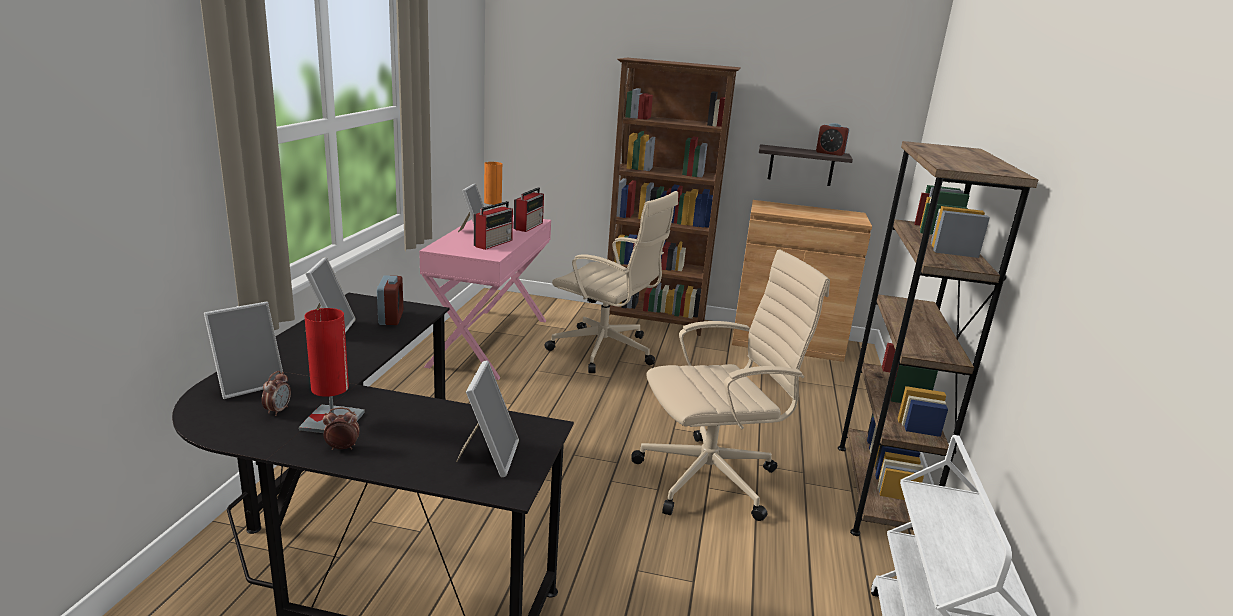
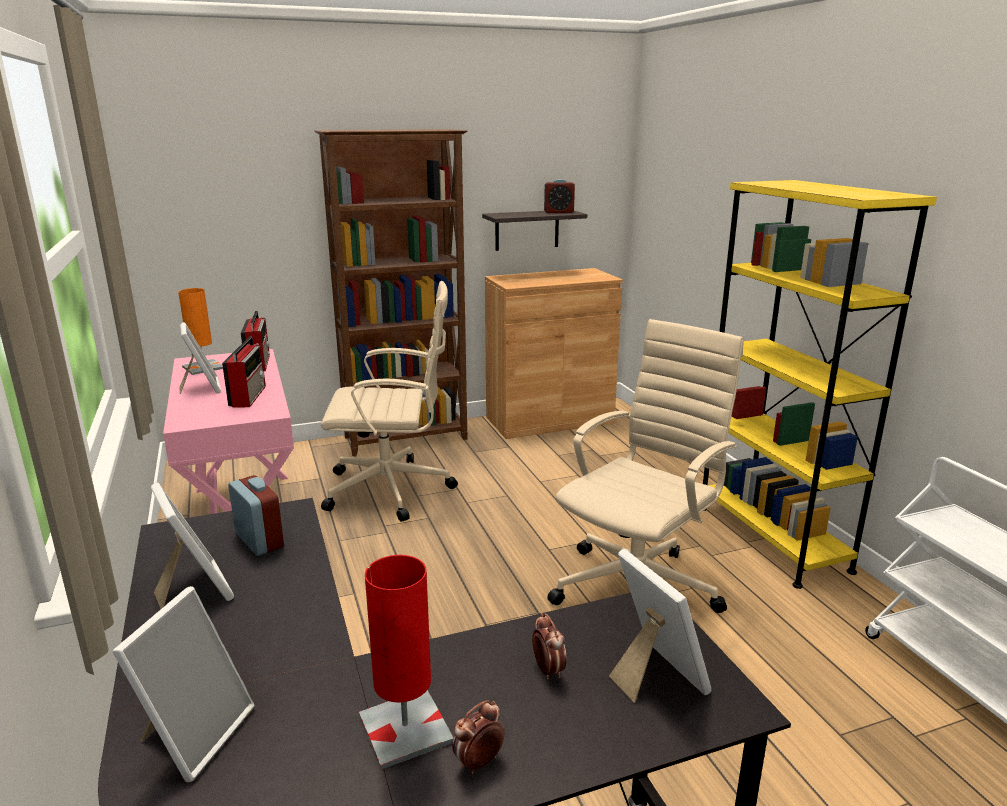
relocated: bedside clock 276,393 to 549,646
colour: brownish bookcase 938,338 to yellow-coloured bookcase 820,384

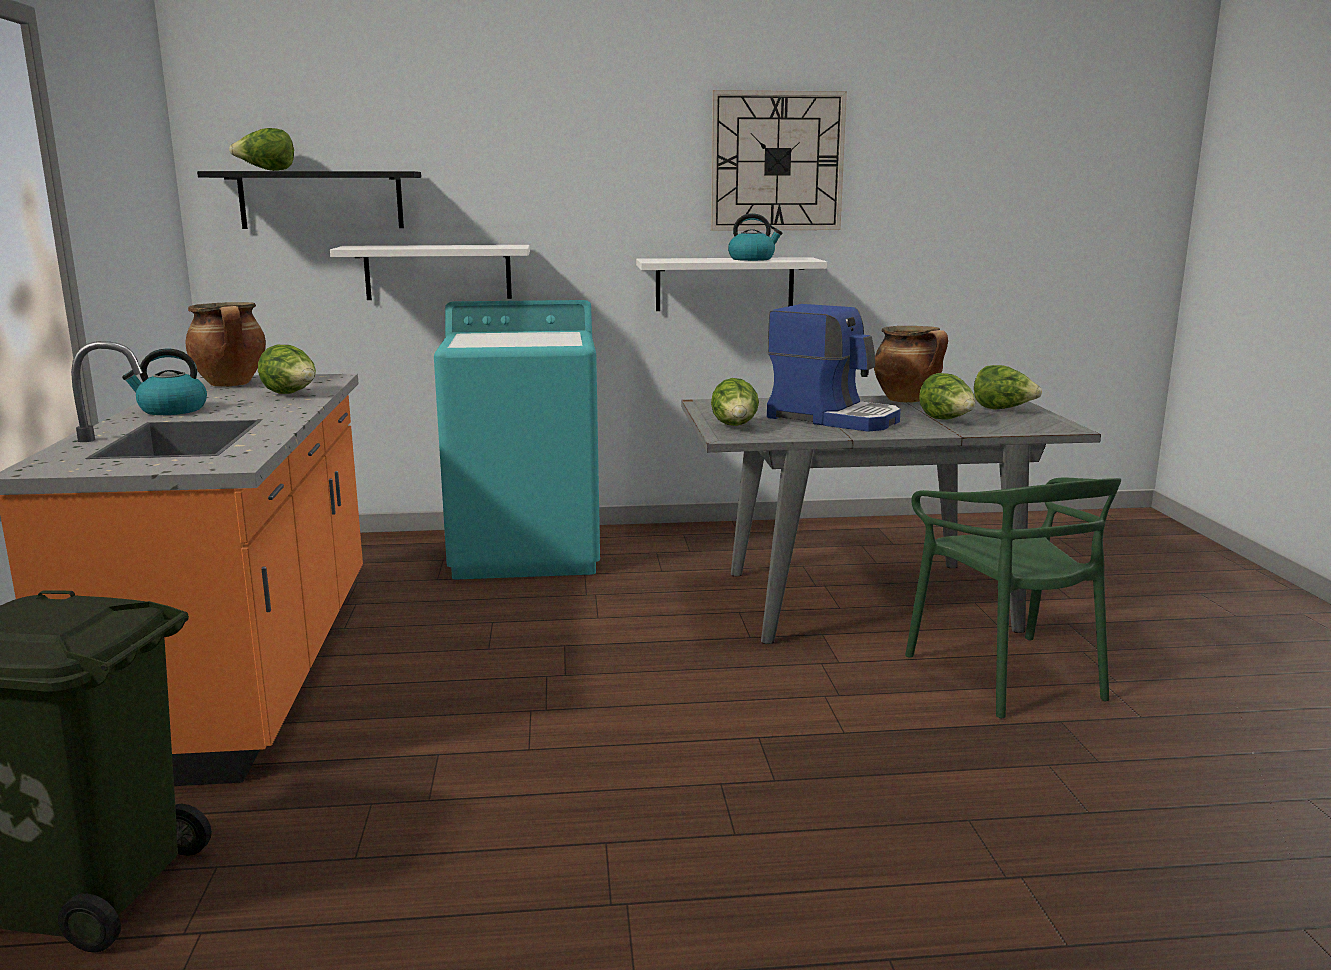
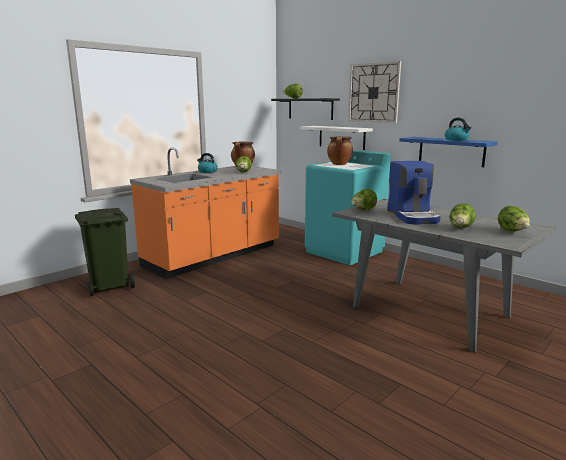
missing: green-coloured plain chair 1013,598
relocated: stockpot 911,364 to 340,150; hanging clock 779,160 to 374,92
colour: white shelf 732,284 to blue-coloured shelf 448,152

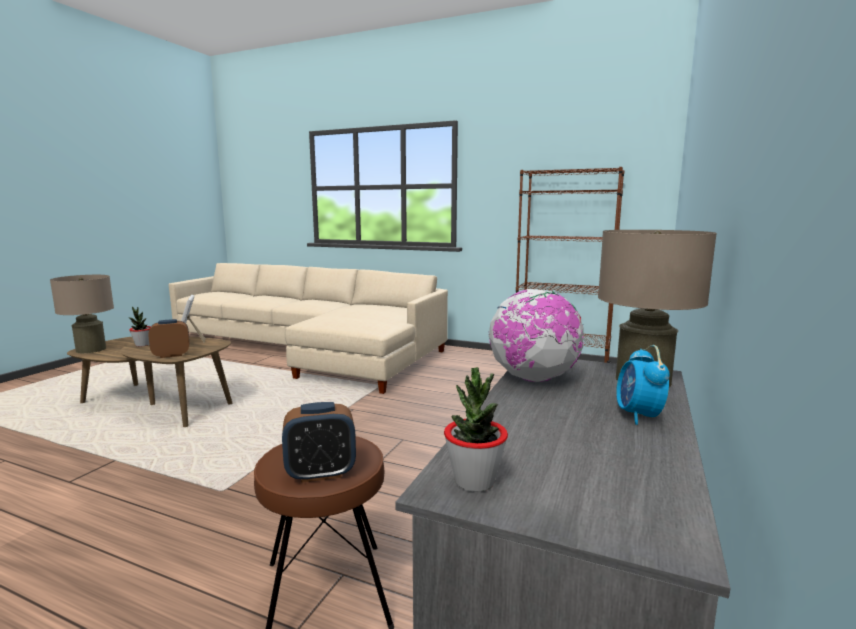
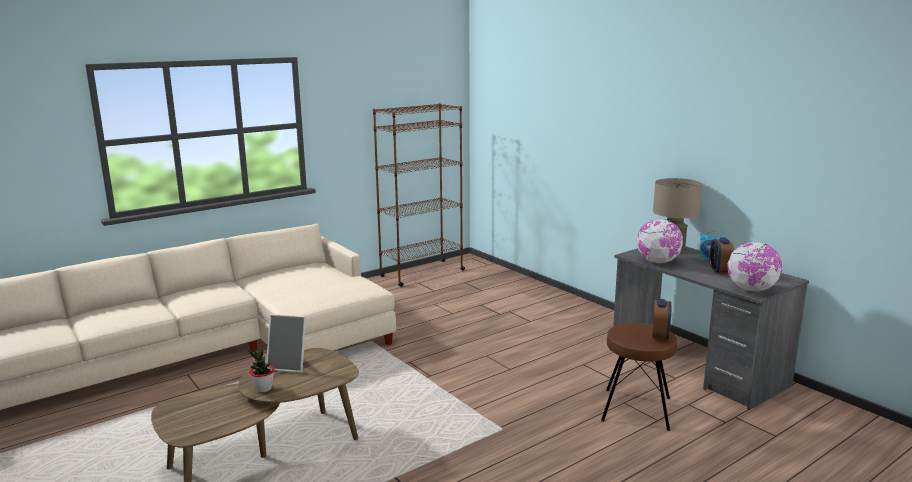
missing: sand-coloured lamp for a table 82,314
relocated: bedside clock 169,338 to 722,255
exchanged: houseplant 476,429 to globe 754,267

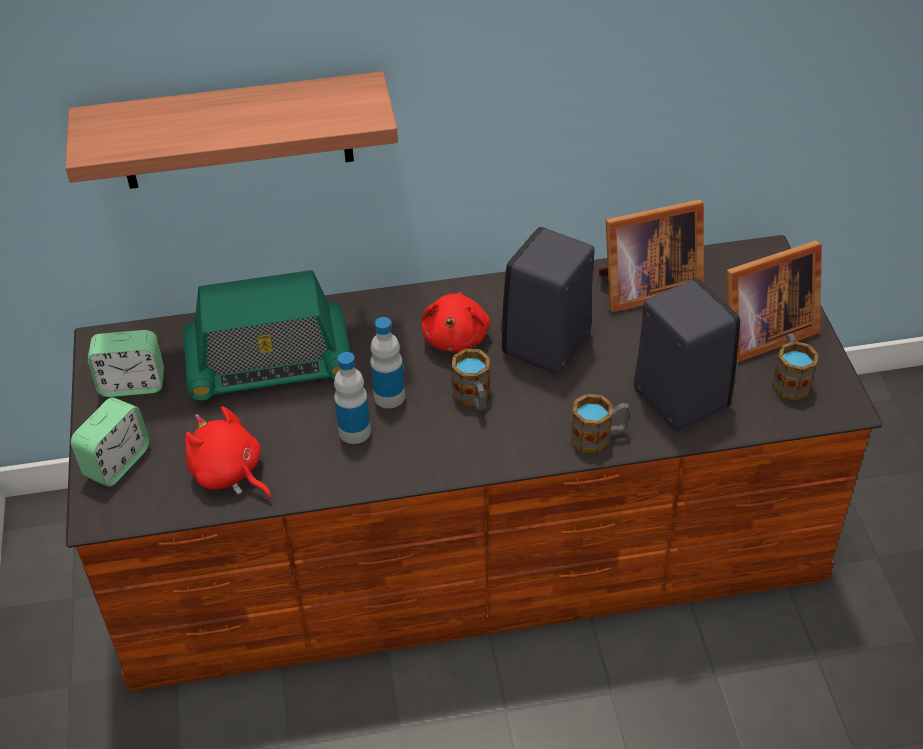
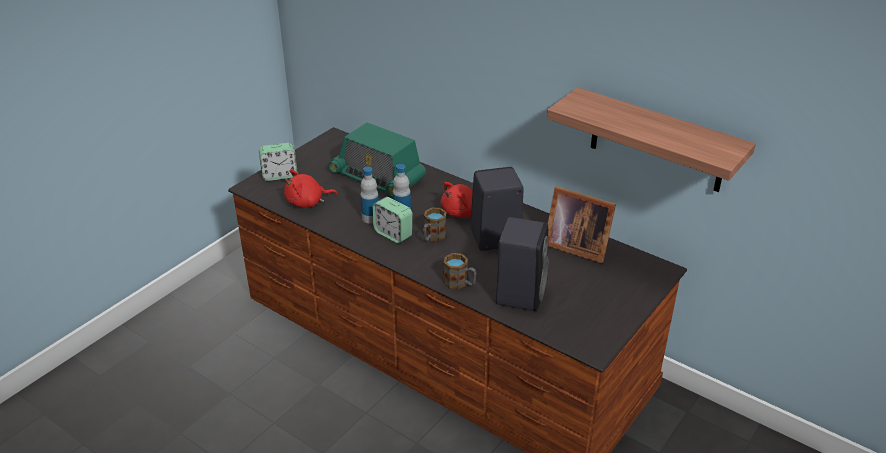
missing: picture frame 774,301; tea mug 795,367
relocated: bedside clock 126,363 to 392,220; shelf 231,130 to 651,139
spun: reddish soft toy 228,452 = 311,188 105 degrees counterclockwise

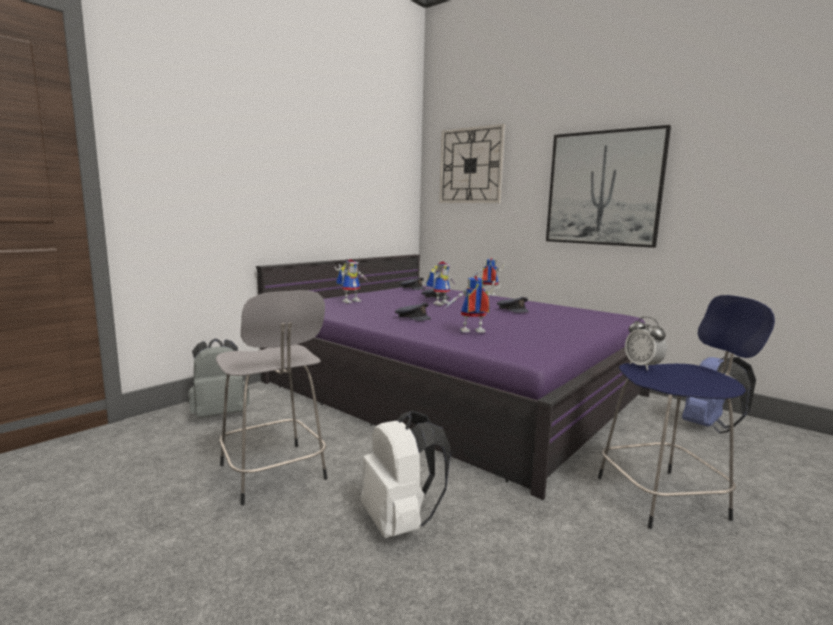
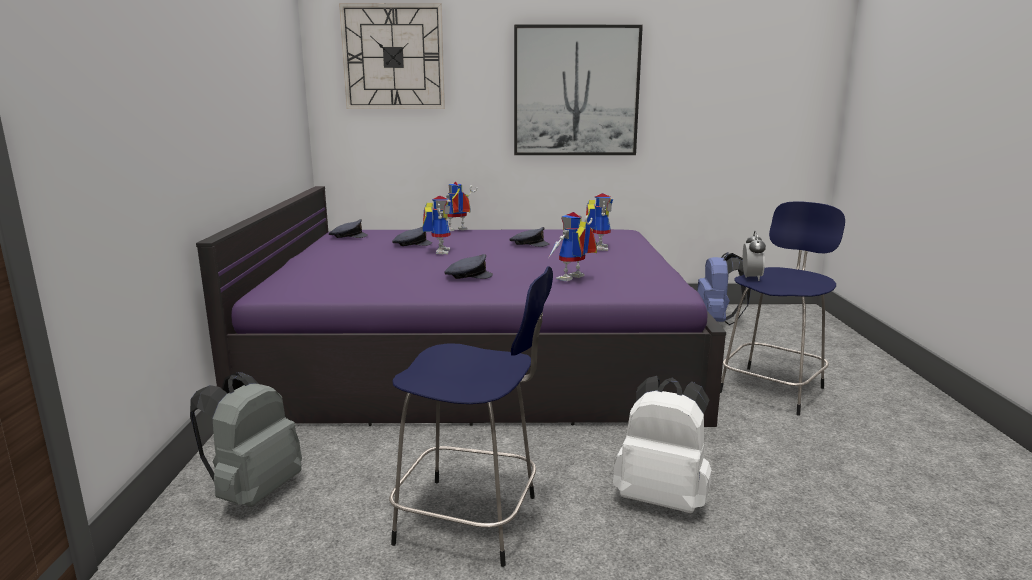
relocated: toy robot 351,281 to 599,222
colour: gray sitting stool 271,397 to blue-coloured sitting stool 471,416
spun: bedside clock 646,343 = 754,256 105 degrees counterclockwise

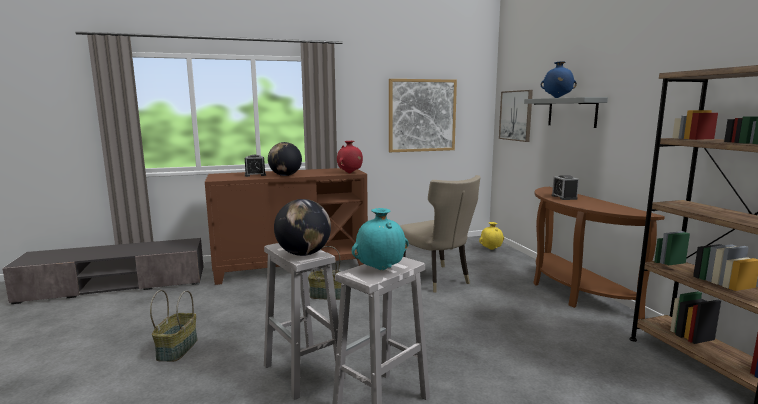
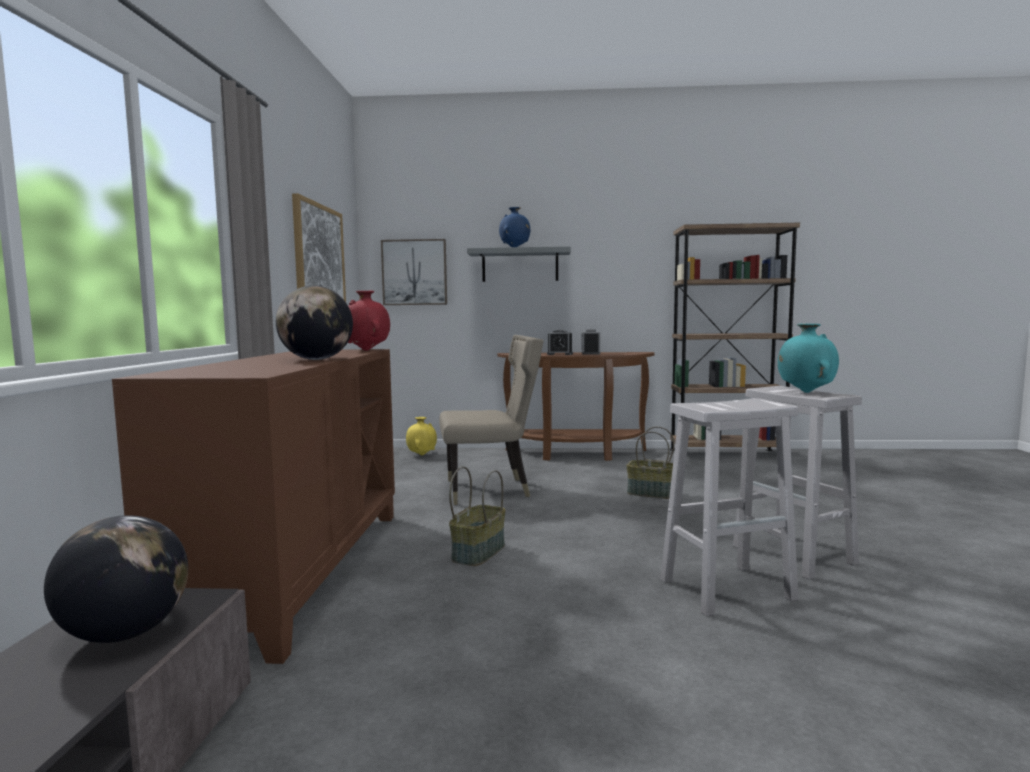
relocated: globe 302,227 to 116,579; bedside clock 255,166 to 591,342; basket 174,326 to 650,462

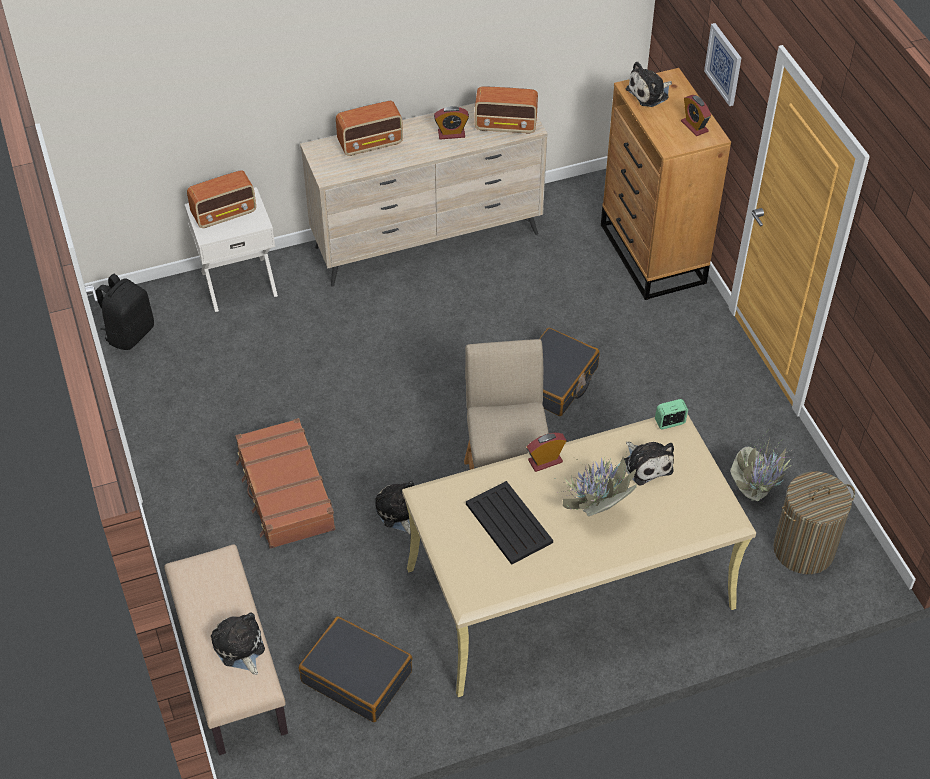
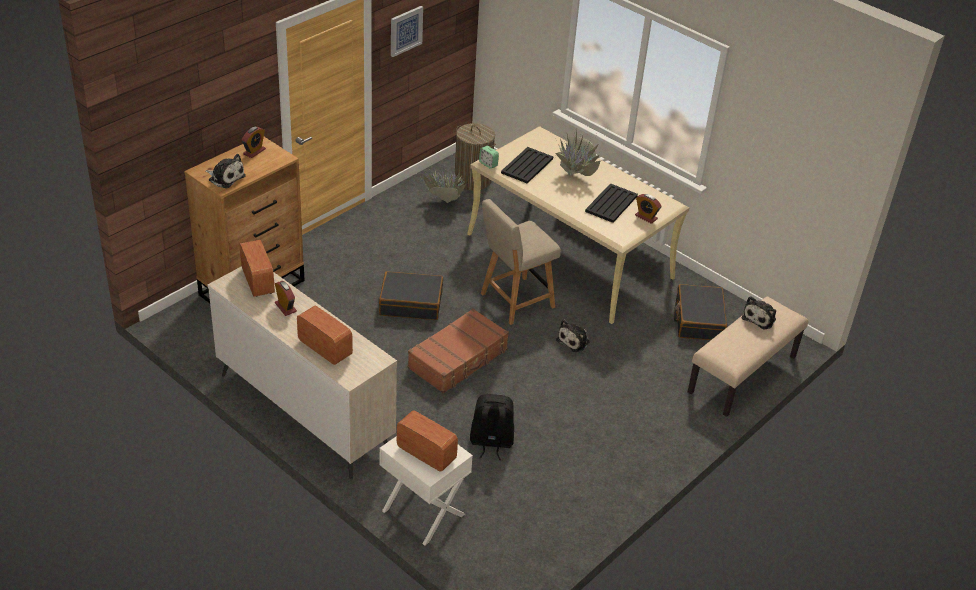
relocated: wall art 722,64 to 407,31; brownish suitcase 285,483 to 458,350; black-coloured backpack 124,312 to 492,427; bedside clock 547,452 to 648,209
exchanged: soft toy 649,464 to black-coloured tray 527,165

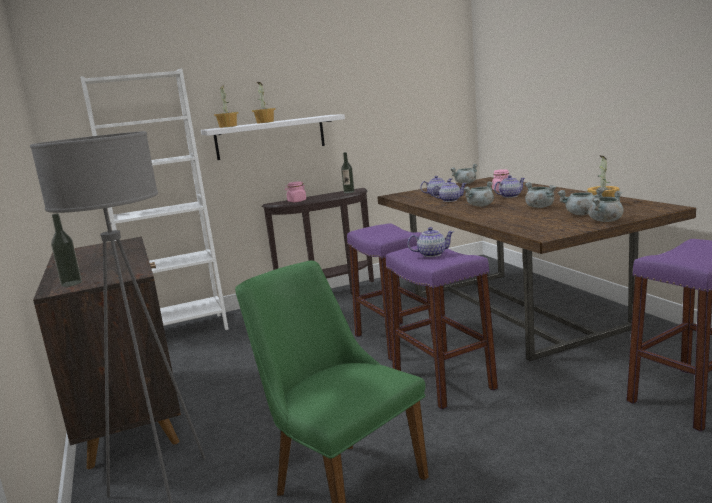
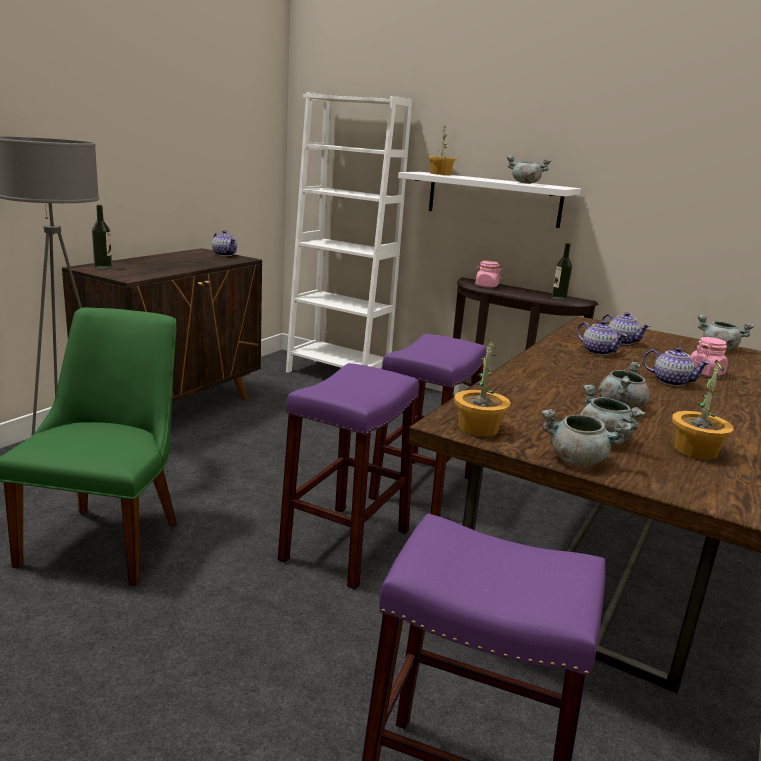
relocated: teapot 430,242 to 224,243; houseplant 263,103 to 482,387; gray stockpot 479,194 to 529,169

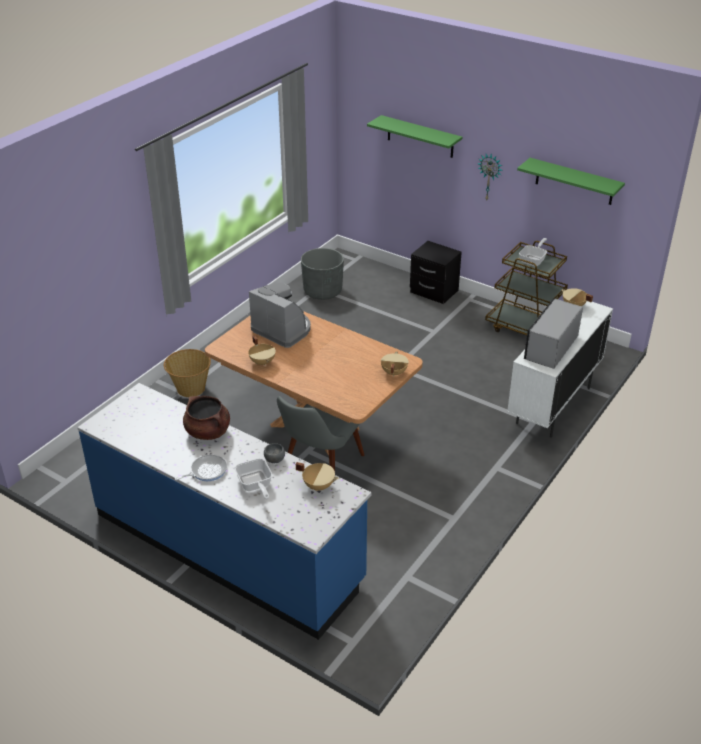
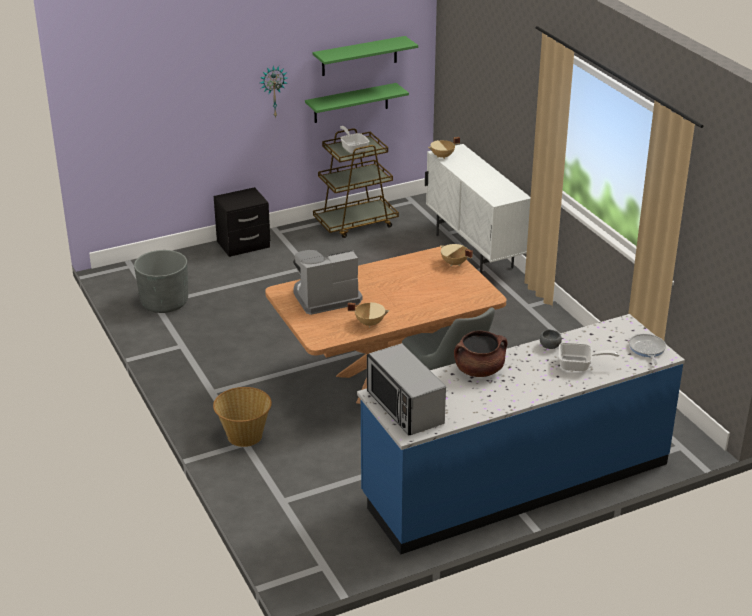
missing: sand-coloured stockpot 317,476
relocated: green-coloured shelf 414,136 to 357,103; microwave oven 553,333 to 406,389; pan 201,467 to 647,349

